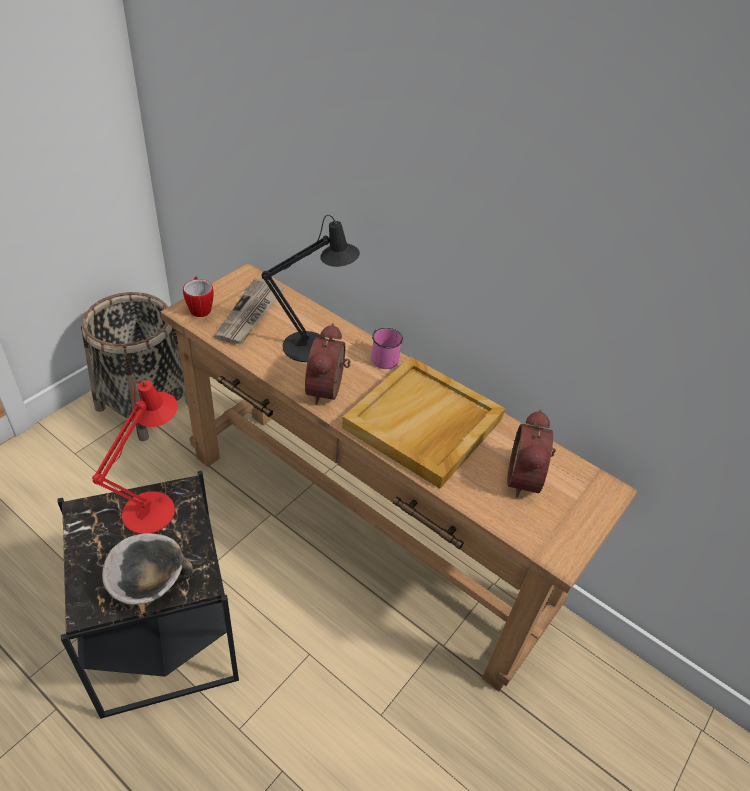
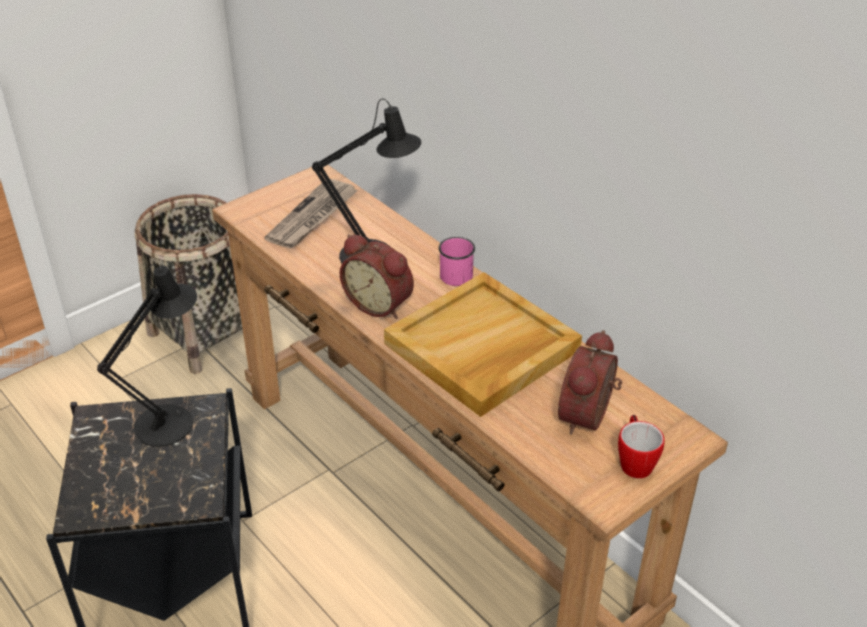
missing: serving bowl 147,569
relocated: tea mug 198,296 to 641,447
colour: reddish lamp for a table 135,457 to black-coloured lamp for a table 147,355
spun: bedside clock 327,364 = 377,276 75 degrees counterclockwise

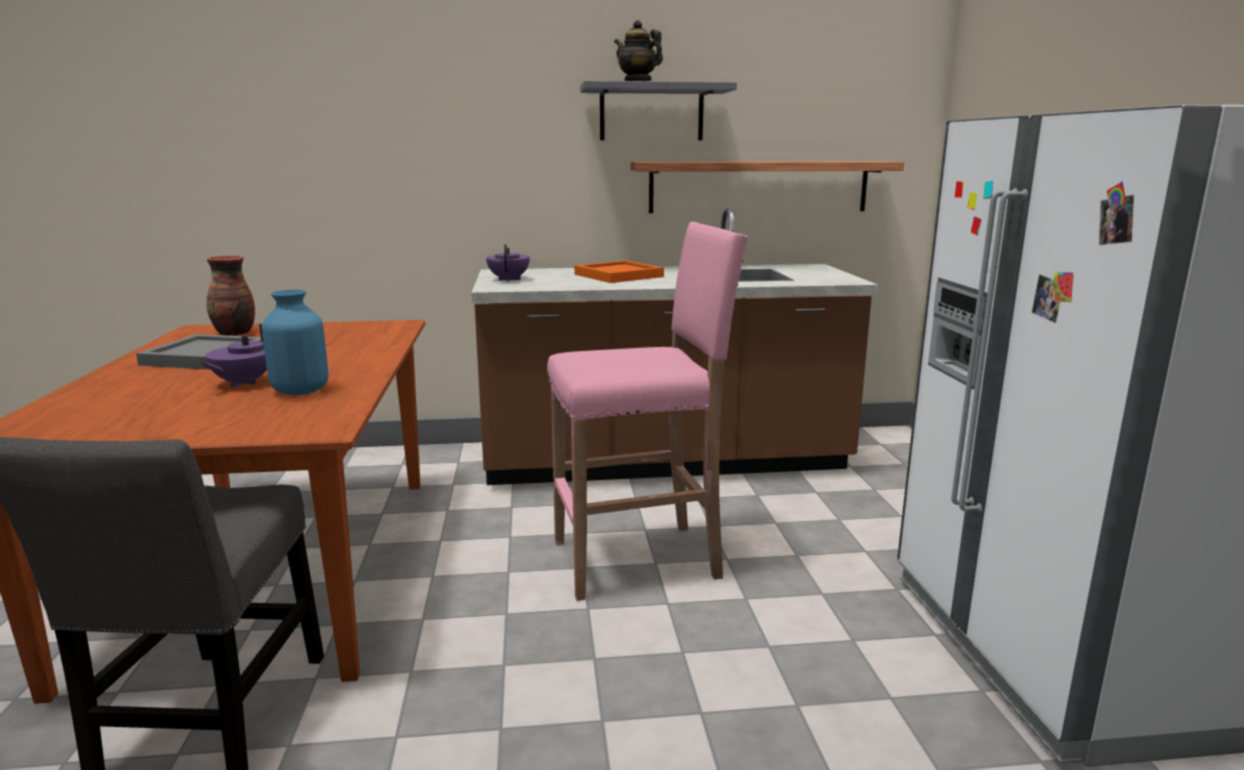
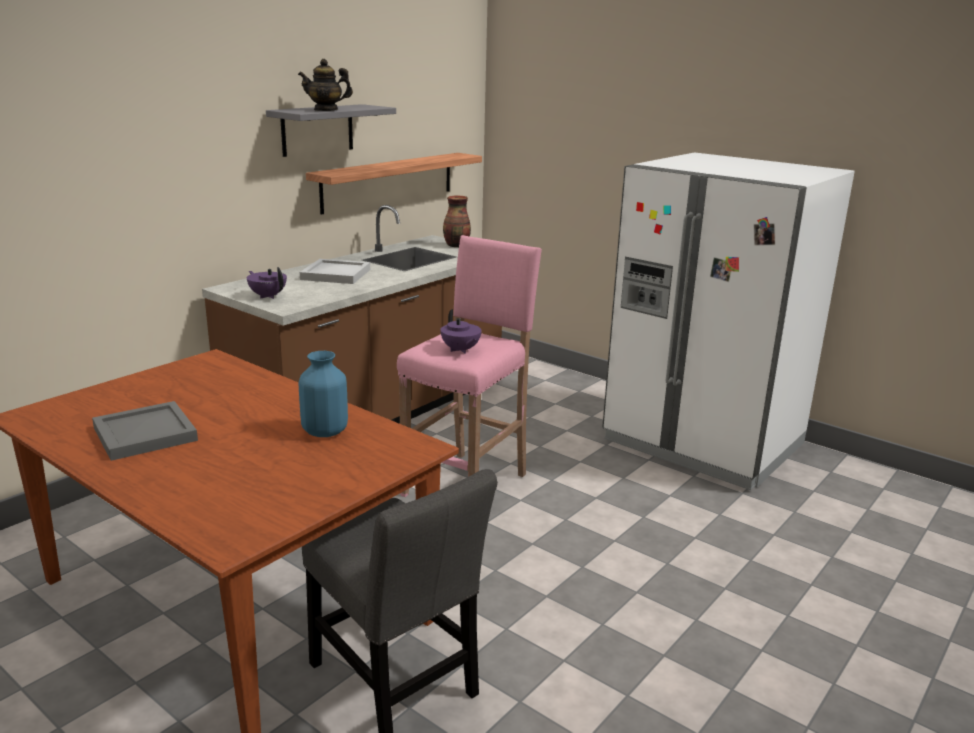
relocated: purplish teapot 234,356 to 461,331; decorative vase 231,296 to 457,221
colour: orange tray 619,271 to white tray 335,271

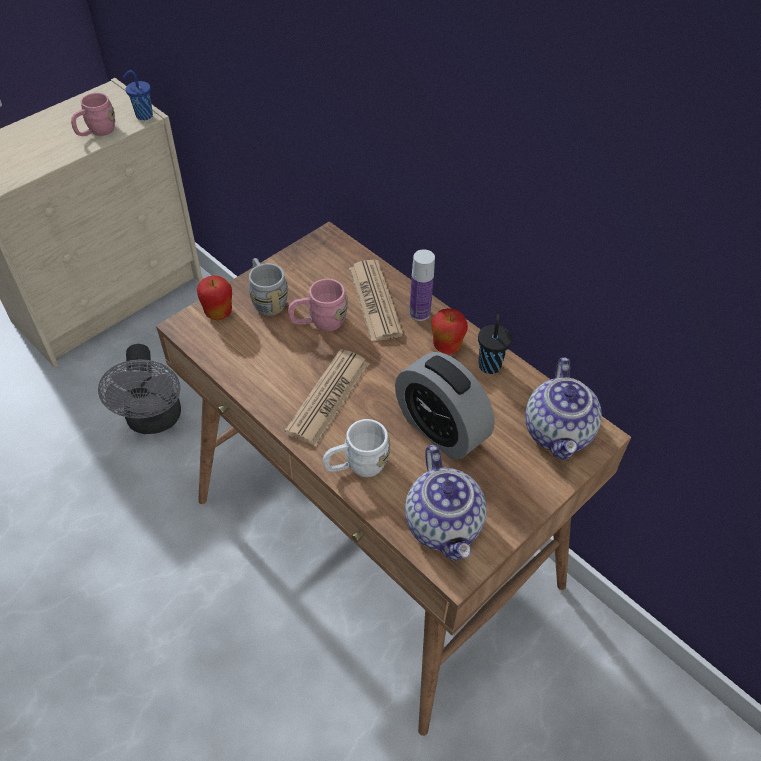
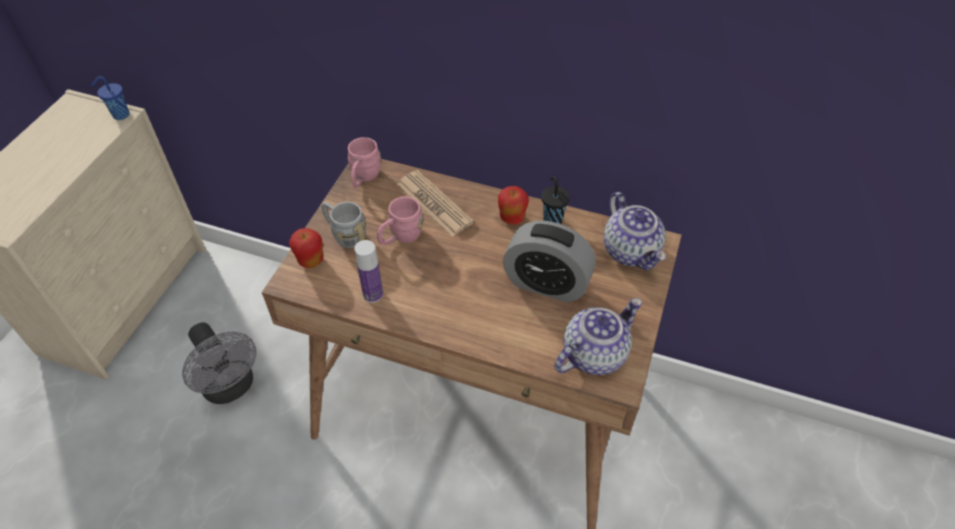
missing: newspaper 326,397; white tea mug 356,448
relocated: pink tea mug 93,114 to 364,162; bottle 422,285 to 368,271
spun: teapot 446,503 = 598,336 90 degrees counterclockwise

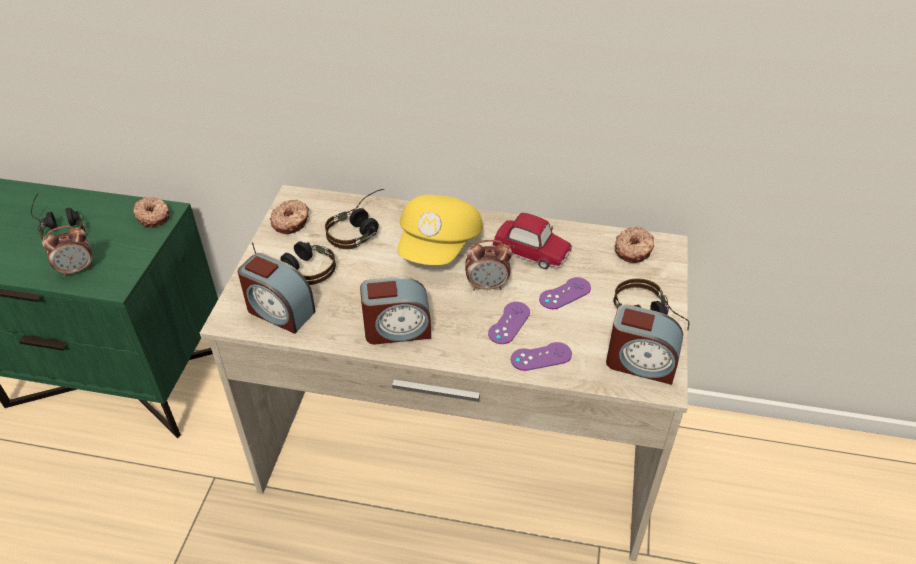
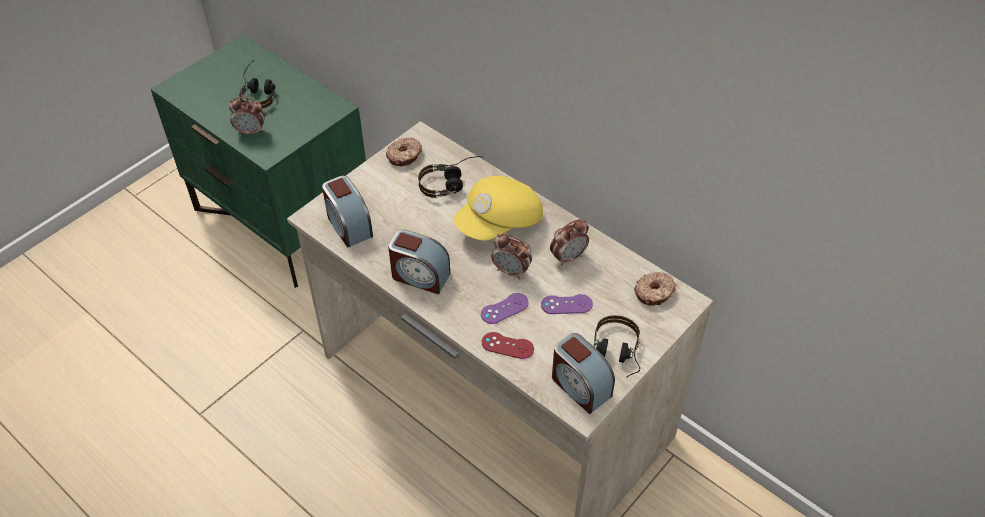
missing: ring doughnut 151,212; headset 294,263
exchanged: toy car 532,241 to bedside clock 569,242
colour: purplish joypad 541,356 to reddish joypad 508,345

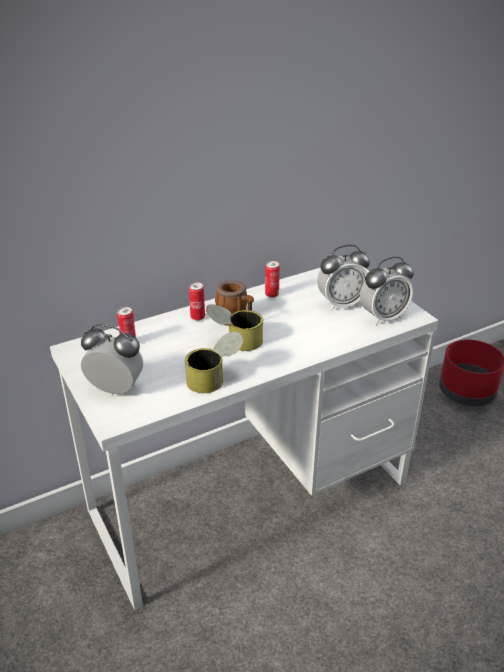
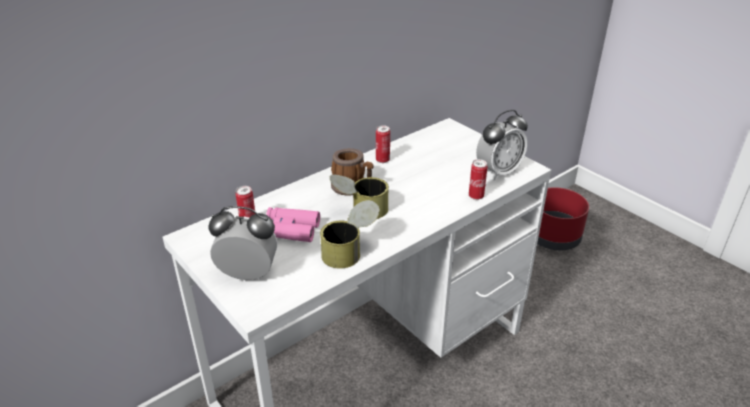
missing: bedside clock 343,278
appeared: pink field glasses 293,224
relocated: metal can 197,301 to 478,179

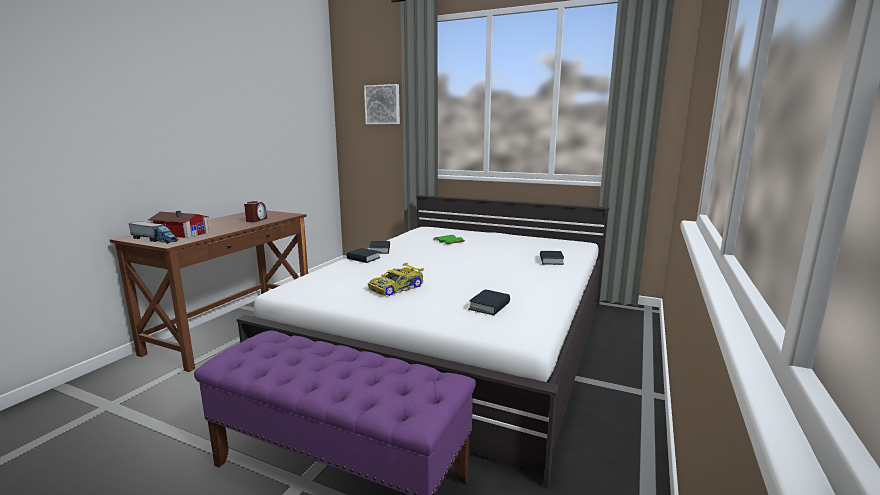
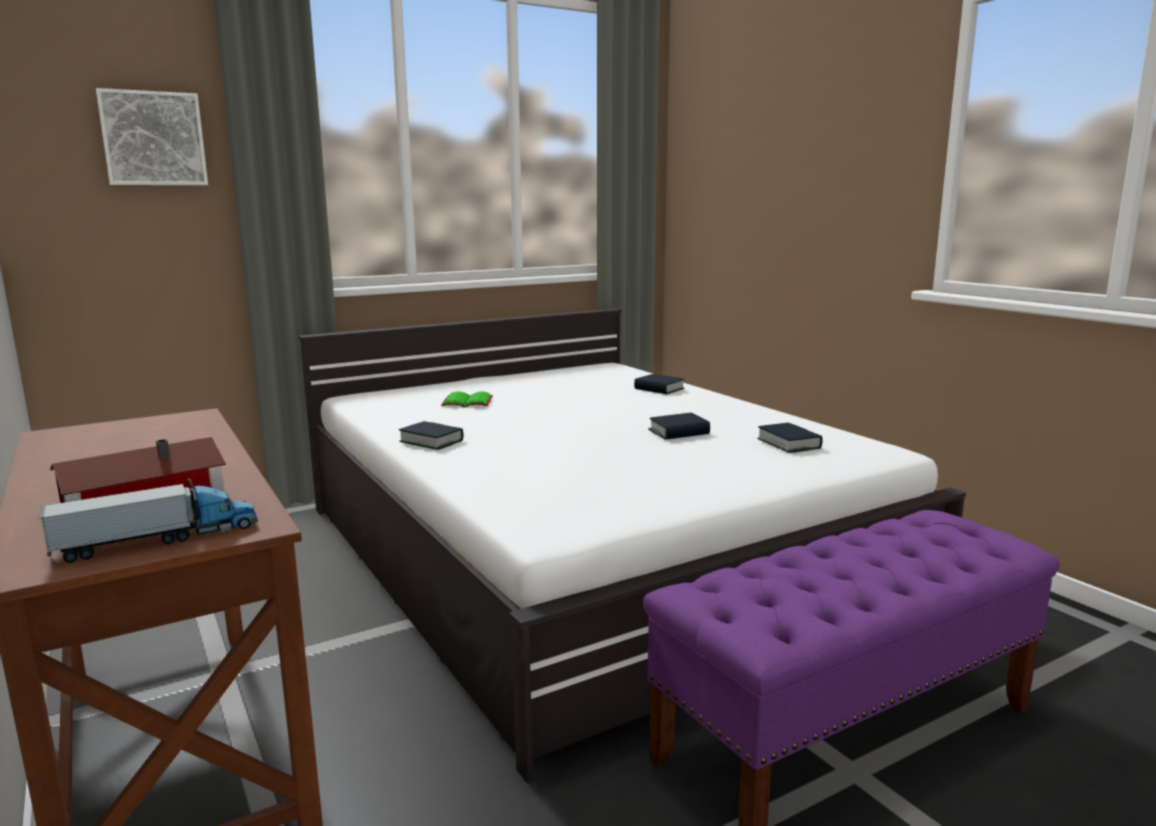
missing: bedside clock 255,211; toy car 396,280
relocated: book 363,255 to 679,426

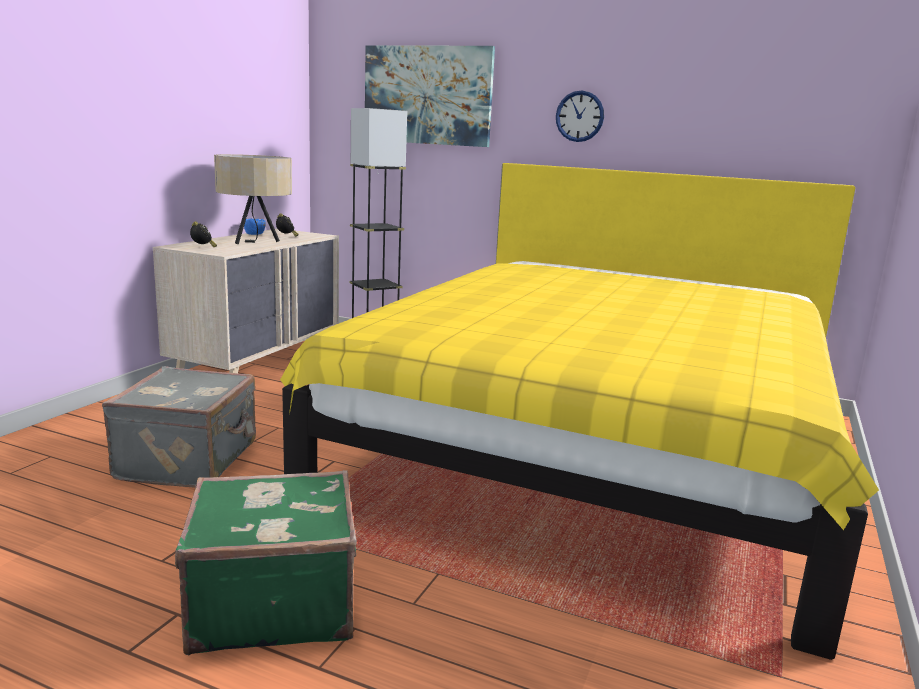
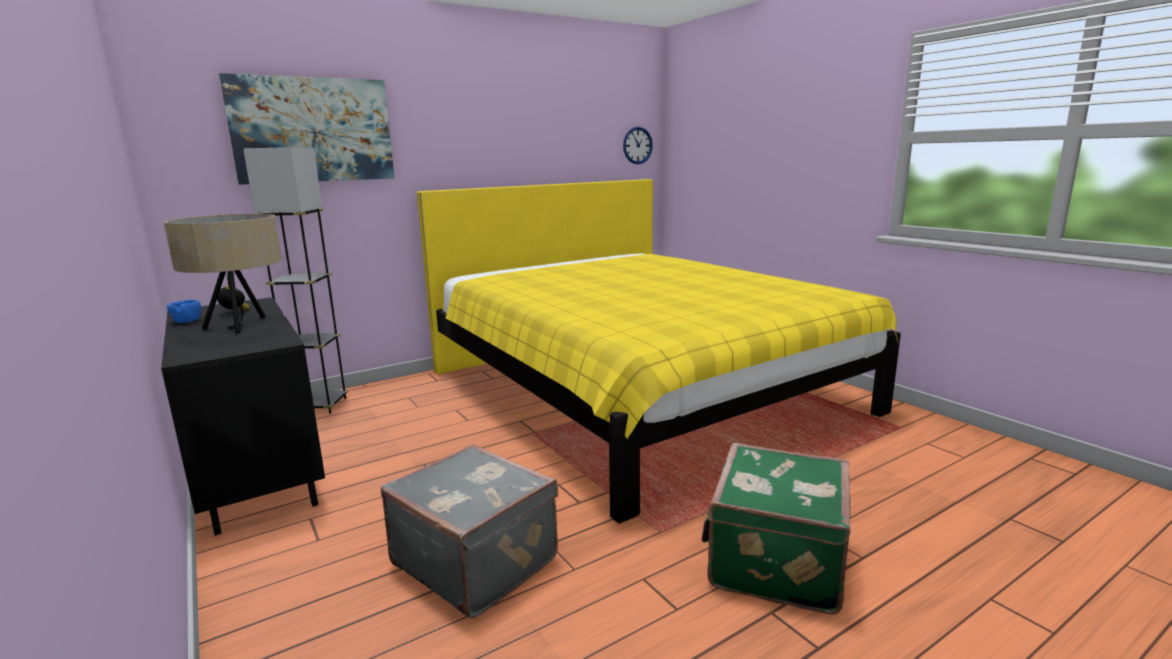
missing: bedside clock 203,234
relocated: hanging clock 580,116 to 638,145
colour: sand-coloured drawer chest 246,301 to black-coloured drawer chest 243,416

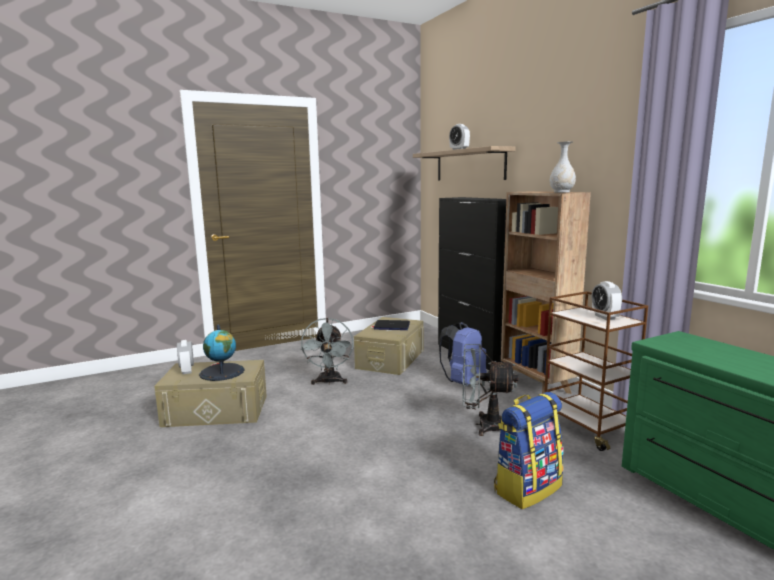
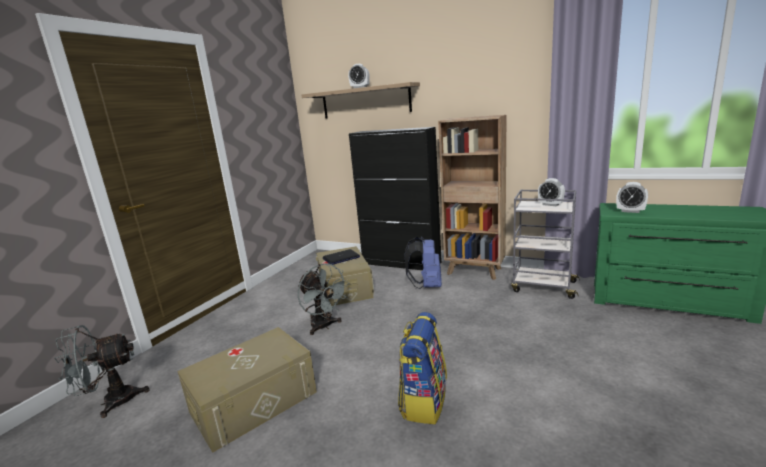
missing: globe 222,352; white decorative vase 563,167
relocated: gray fan 490,390 to 102,371; backpack 529,450 to 422,368; bedside clock 185,357 to 632,197
colour: brownish trolley 596,371 to gray trolley 545,244

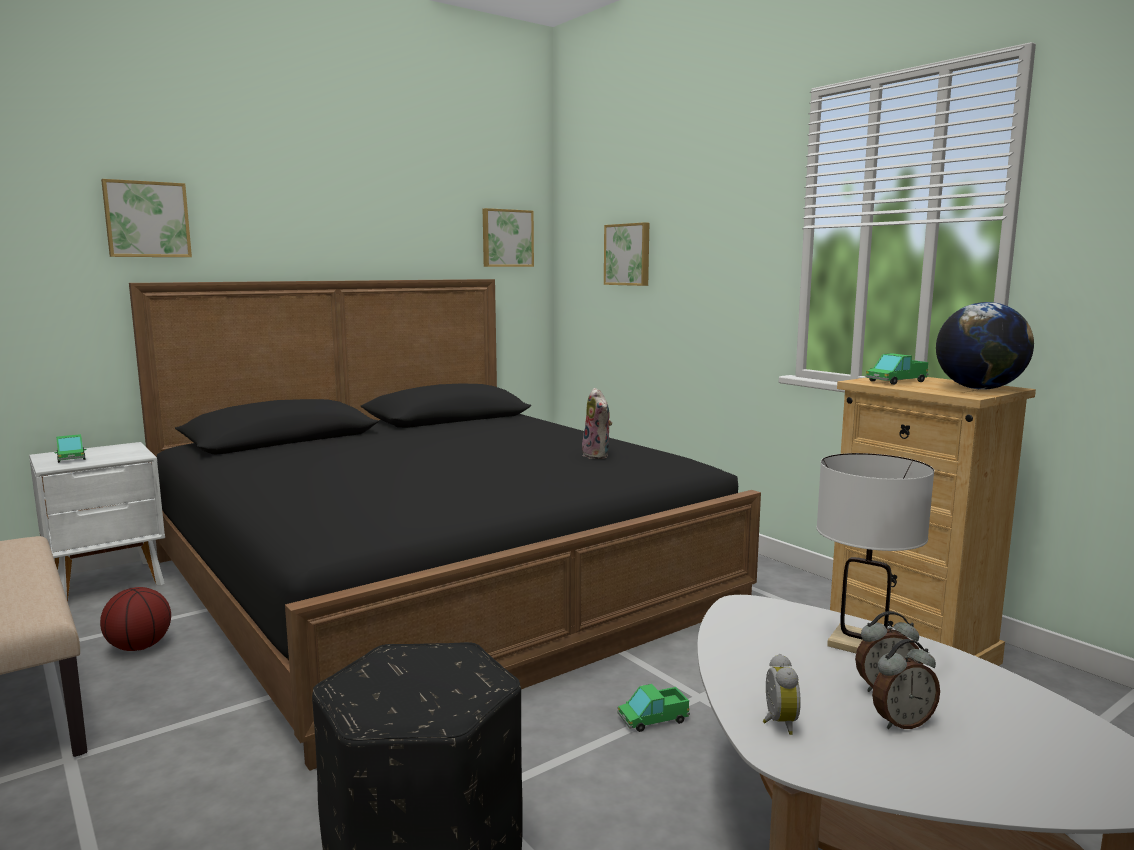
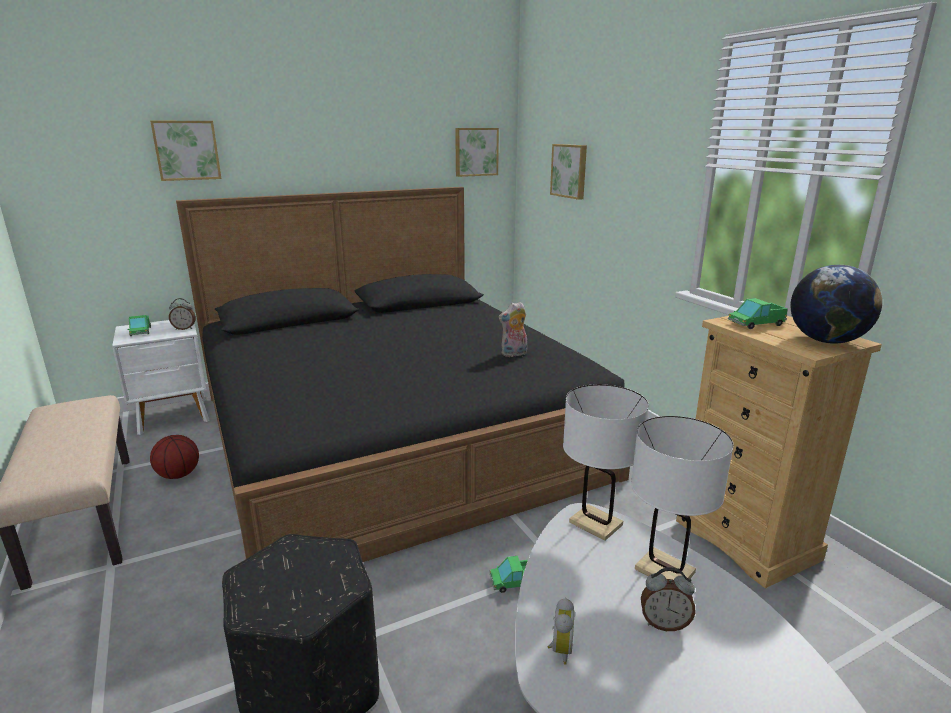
appeared: white lamp for a table 606,462
relocated: bedside clock 906,684 to 182,314
spun: soft toy 597,423 = 512,329 75 degrees clockwise

